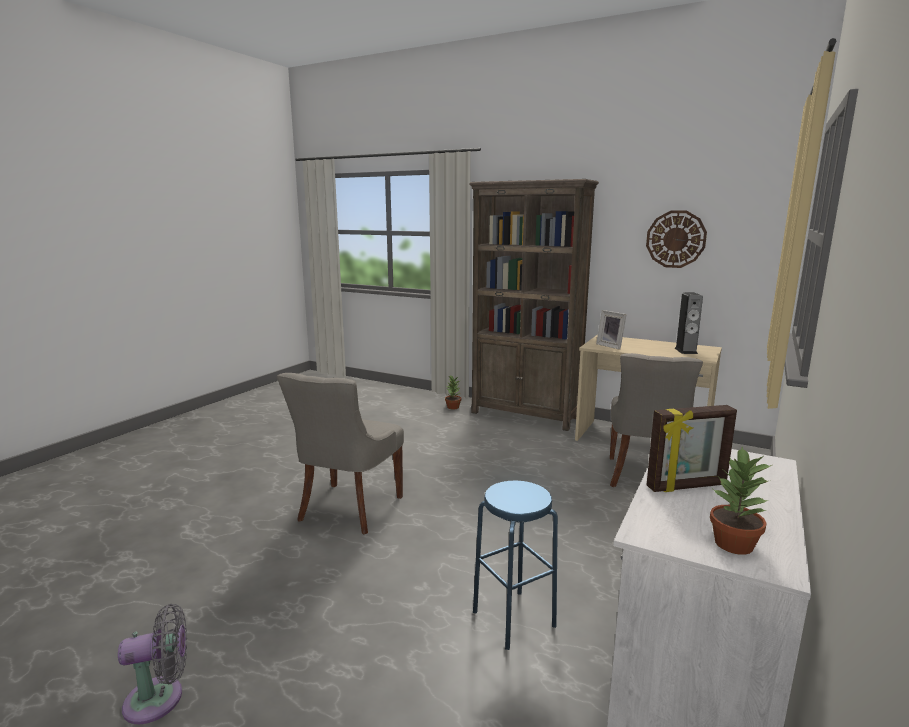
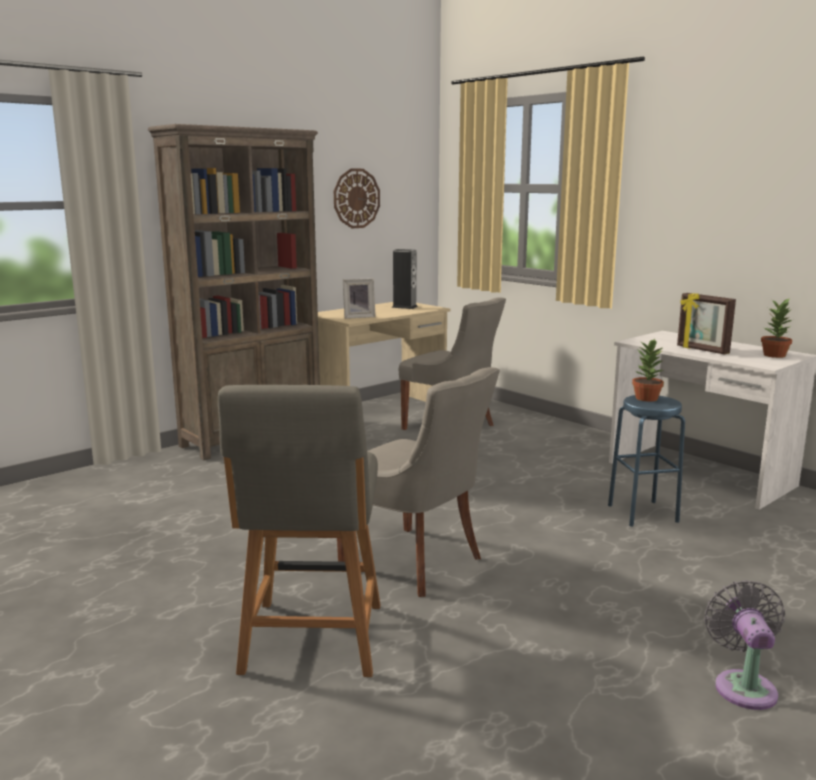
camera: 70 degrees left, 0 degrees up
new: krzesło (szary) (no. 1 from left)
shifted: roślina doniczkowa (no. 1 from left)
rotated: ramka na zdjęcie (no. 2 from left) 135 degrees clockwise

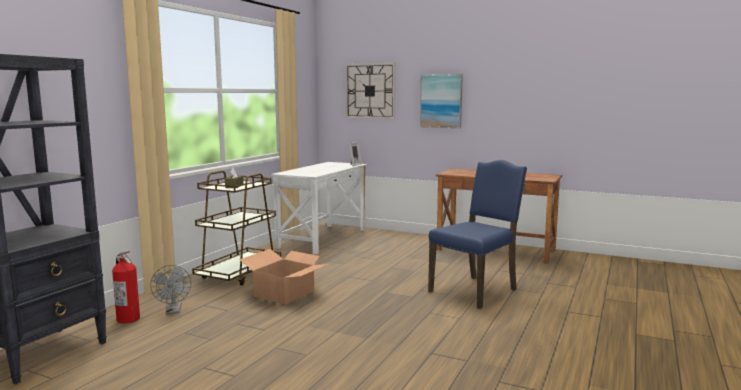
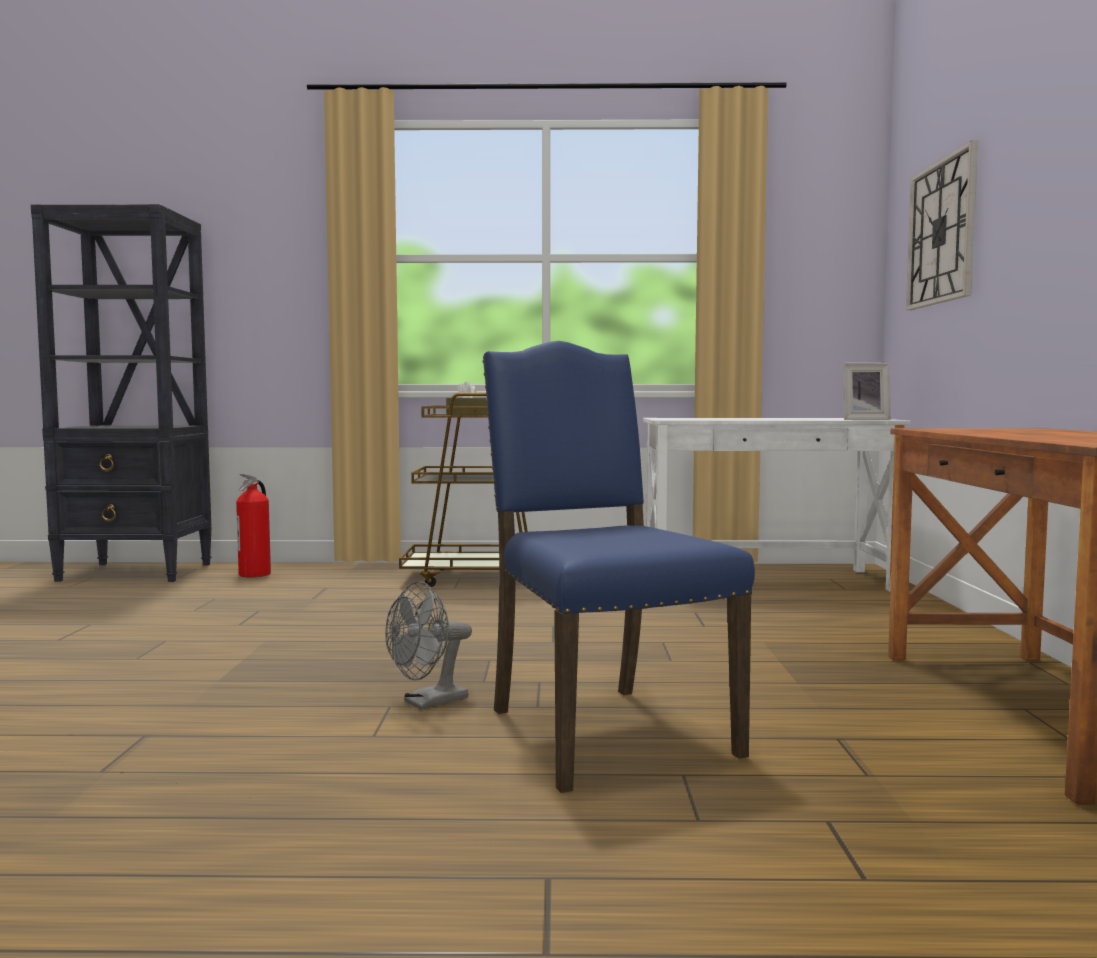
camera: 65 degrees right, 5 degrees down
gone: obraz; karton
shifted: wentylator (szary)
rotated: krzesło (niebieski) 135 degrees counterclockwise

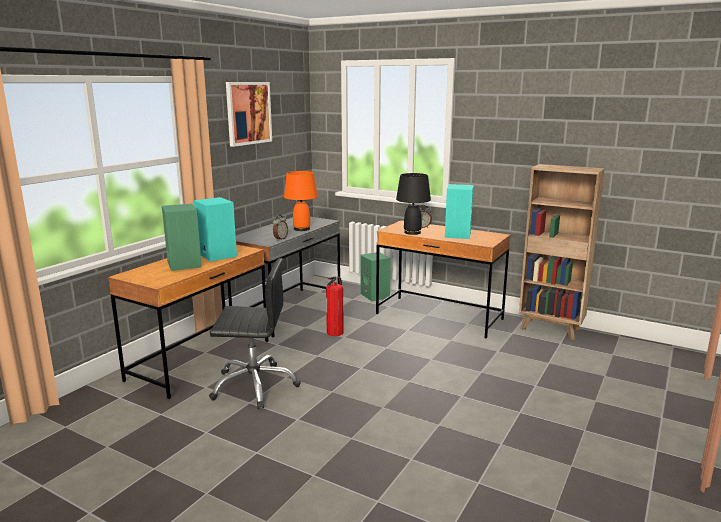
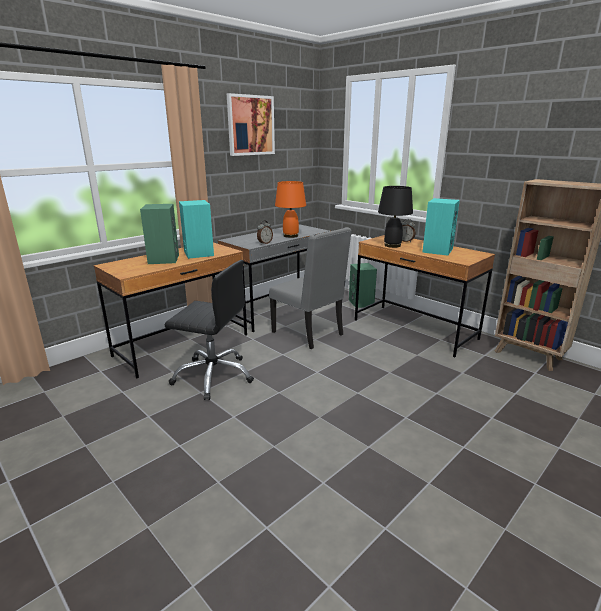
camera: 15 degrees right, 5 degrees up
swapped: gaśnica to krzesło (szary)

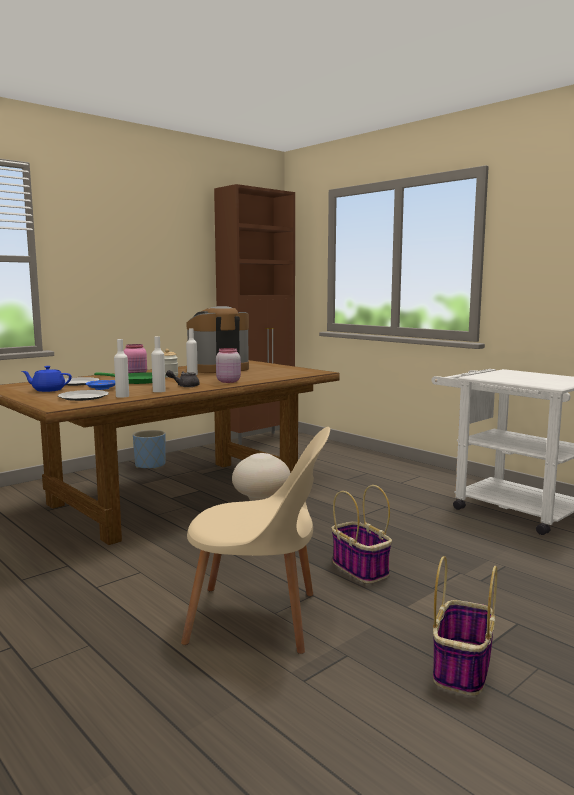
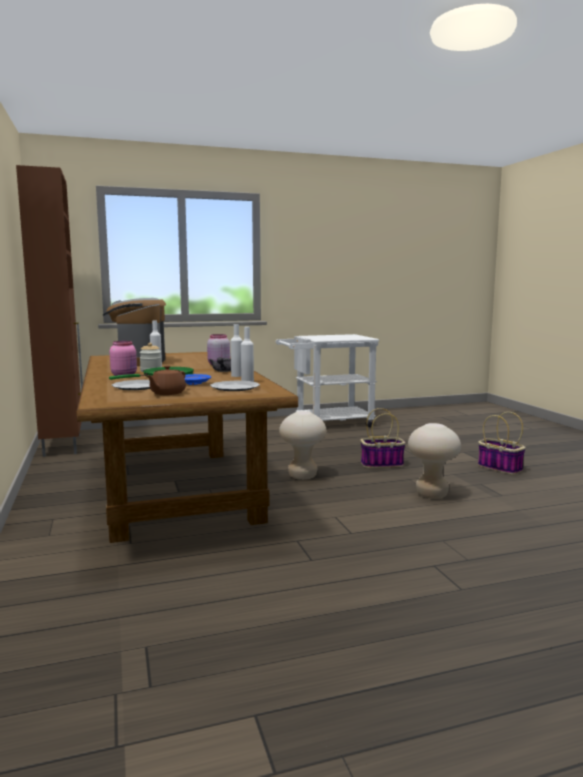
camera: 65 degrees left, 0 degrees up
gone: donica (niebieski)
swapped: krzesło (beżowy) to stołek (beżowy) (no. 2 from left)
repainted: imbryk (niebieski) to imbryk (brązowy)

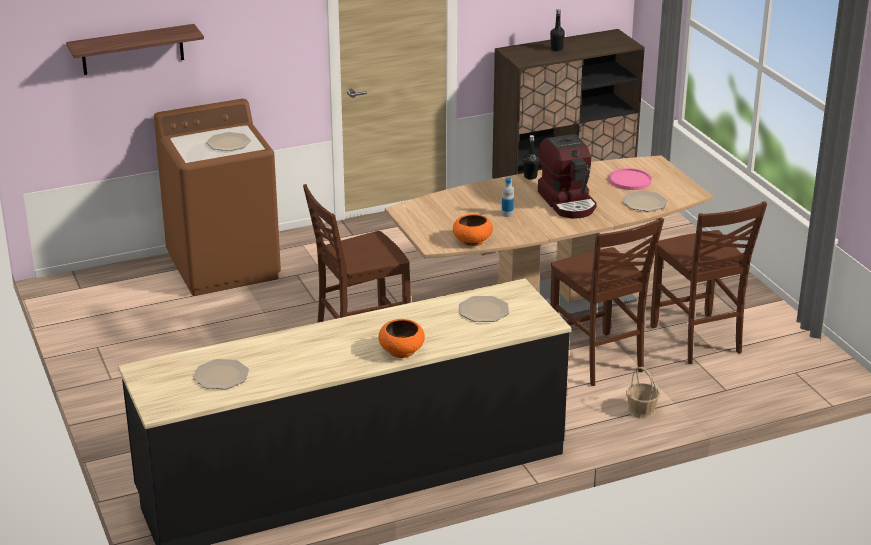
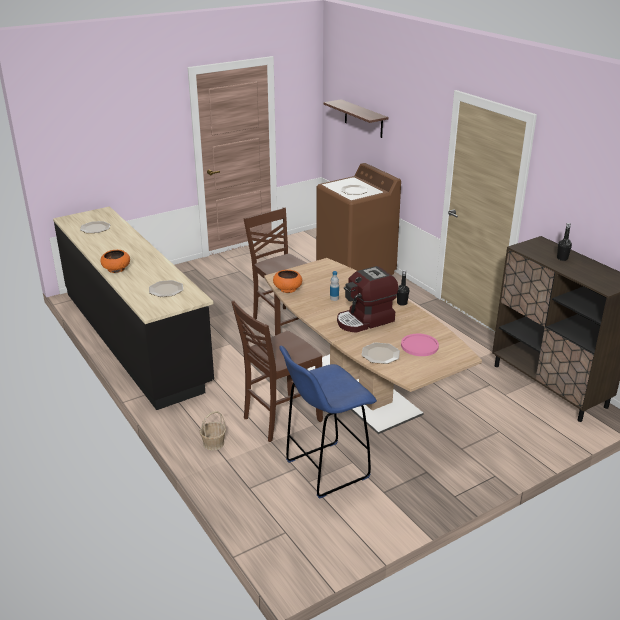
camera: 80 degrees right, 0 degrees up
swapped: krzesło (brązowy) (no. 3 from left) to stołek (niebieski)

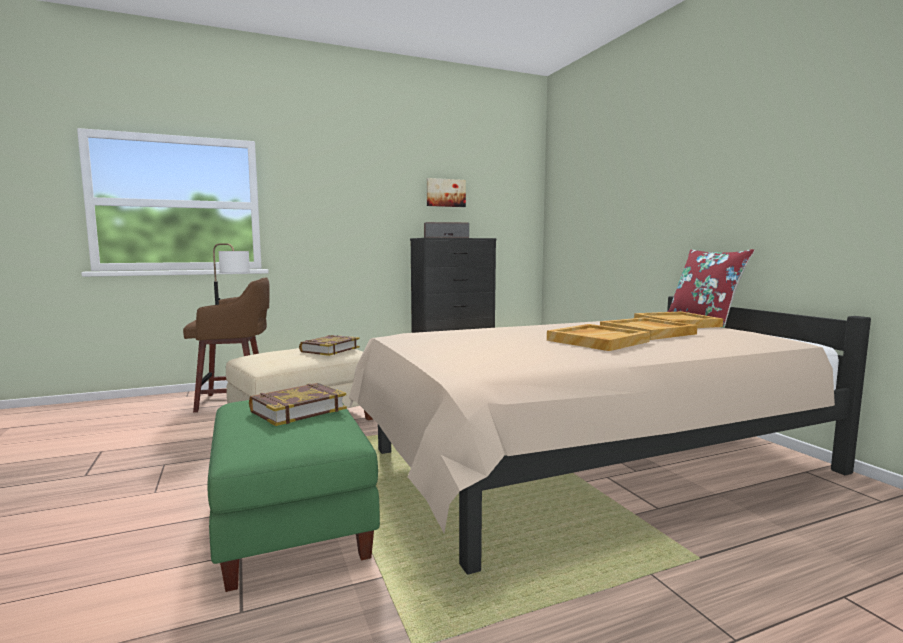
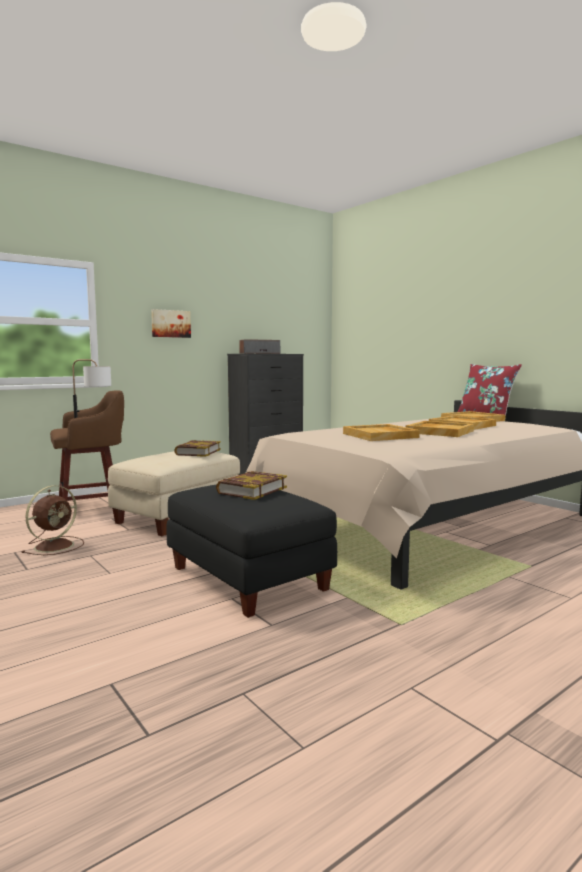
camera: 15 degrees left, 0 degrees up
new: taca (beżowy) (no. 1 from left); wentylator (brązowy)
shifted: obraz
repainted: pufa (zielony) to pufa (czarny)

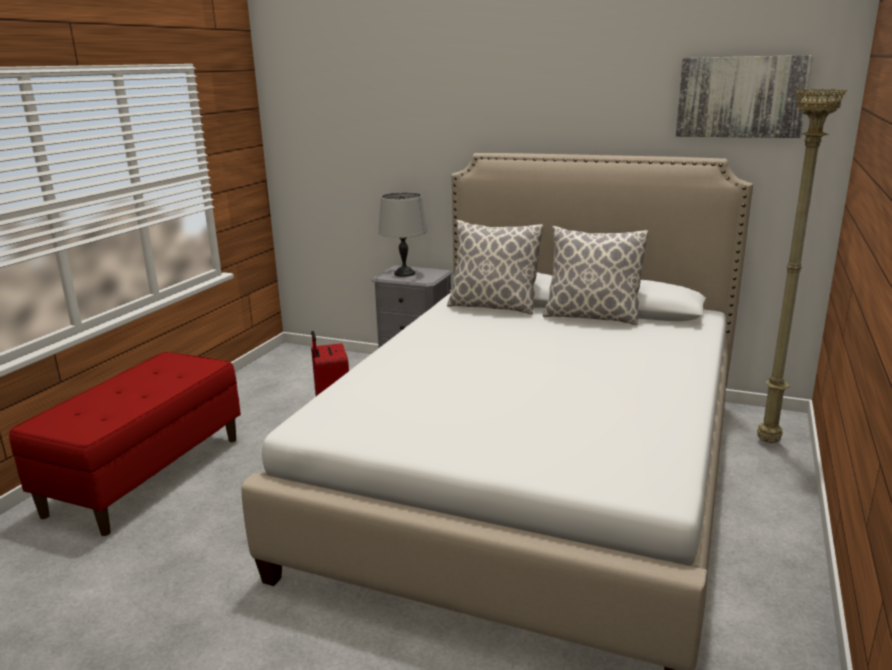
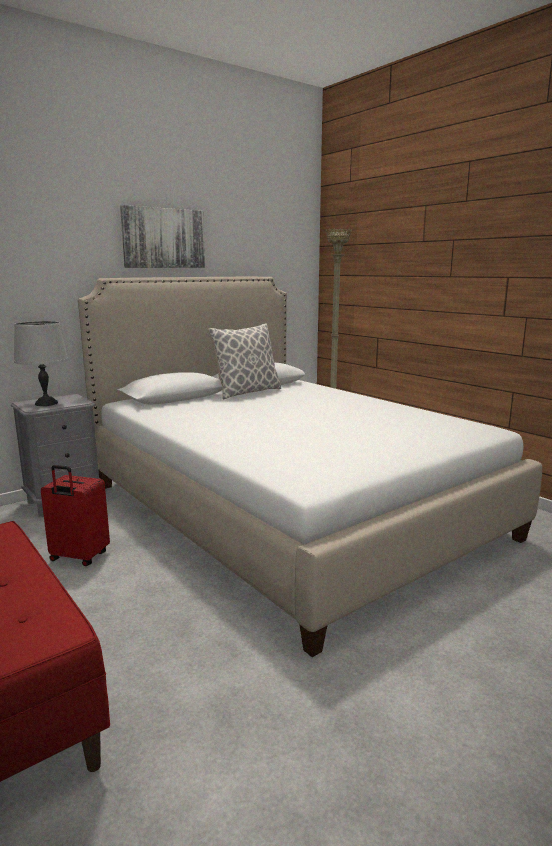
camera: 60 degrees left, 5 degrees down
gone: poduszka (no. 1 from left)
shifted: obraz

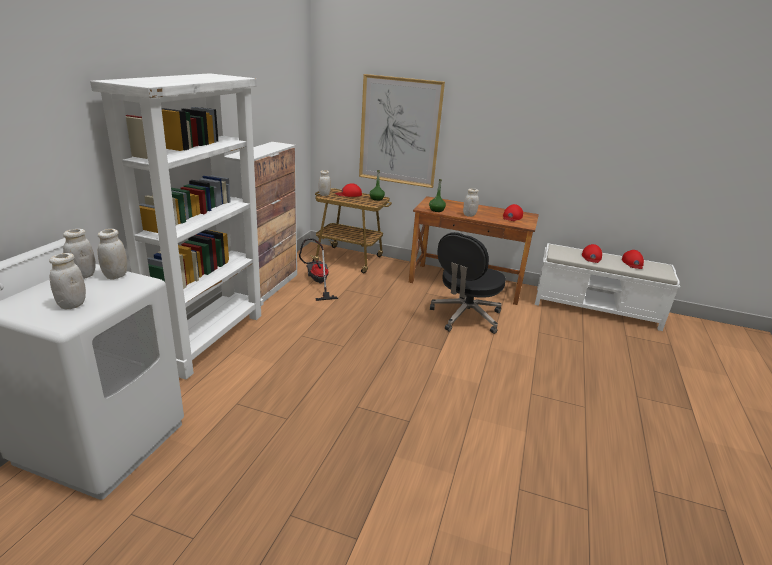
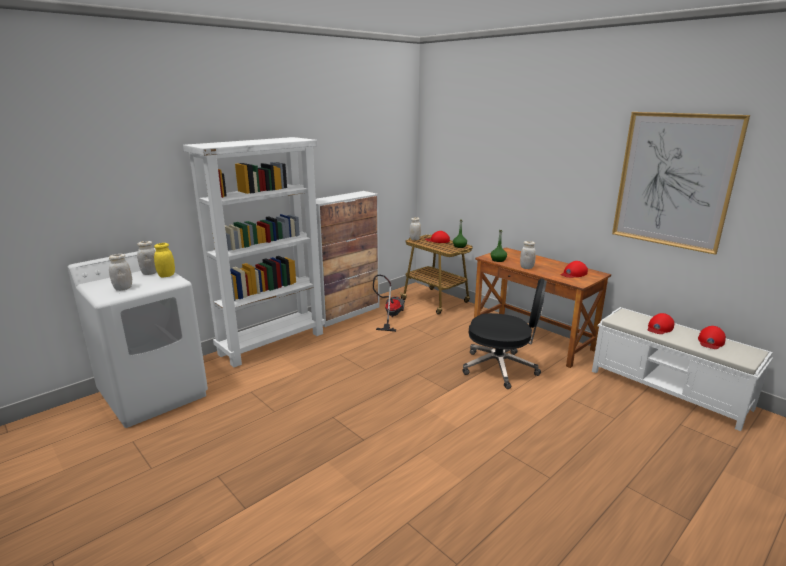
camera: 30 degrees right, 5 degrees down
shifted: obraz
repainted: słoik (biały) (no. 3 from left) to słoik (żółty)
rotated: krzesło biurowe (czarny) 135 degrees counterclockwise

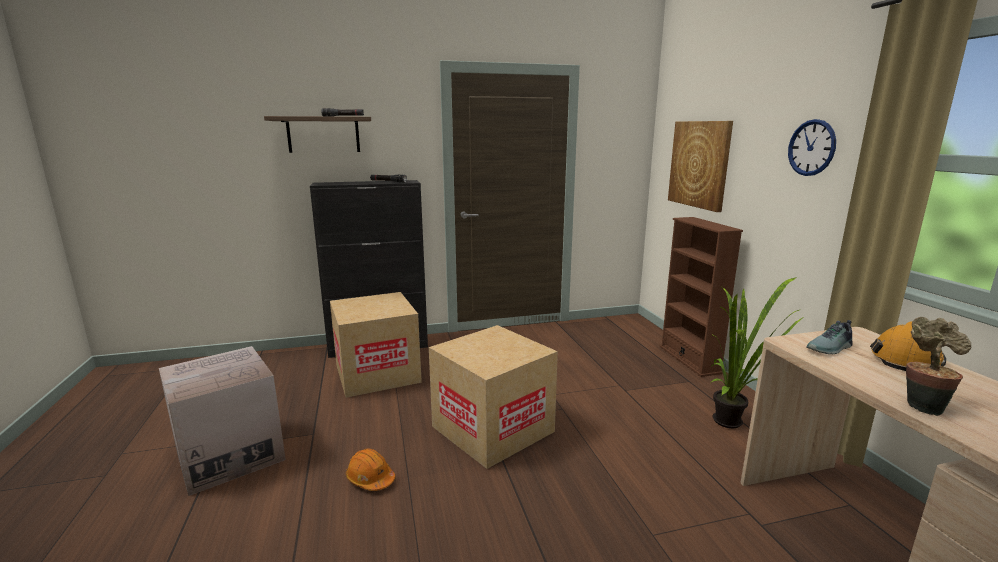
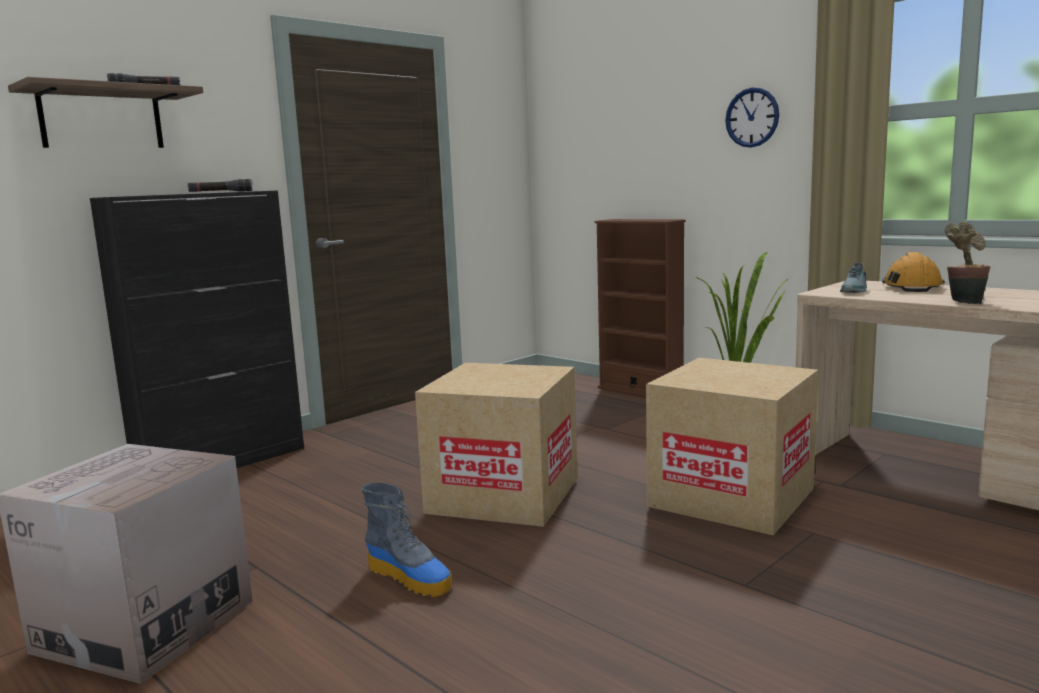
camera: 30 degrees left, 5 degrees down
gone: obraz
shifted: karton (no. 2 from left in the first image) to karton (no. 3 from left)
swapped: kask (pomarańczowy) (no. 1 from left) to but z cholewką

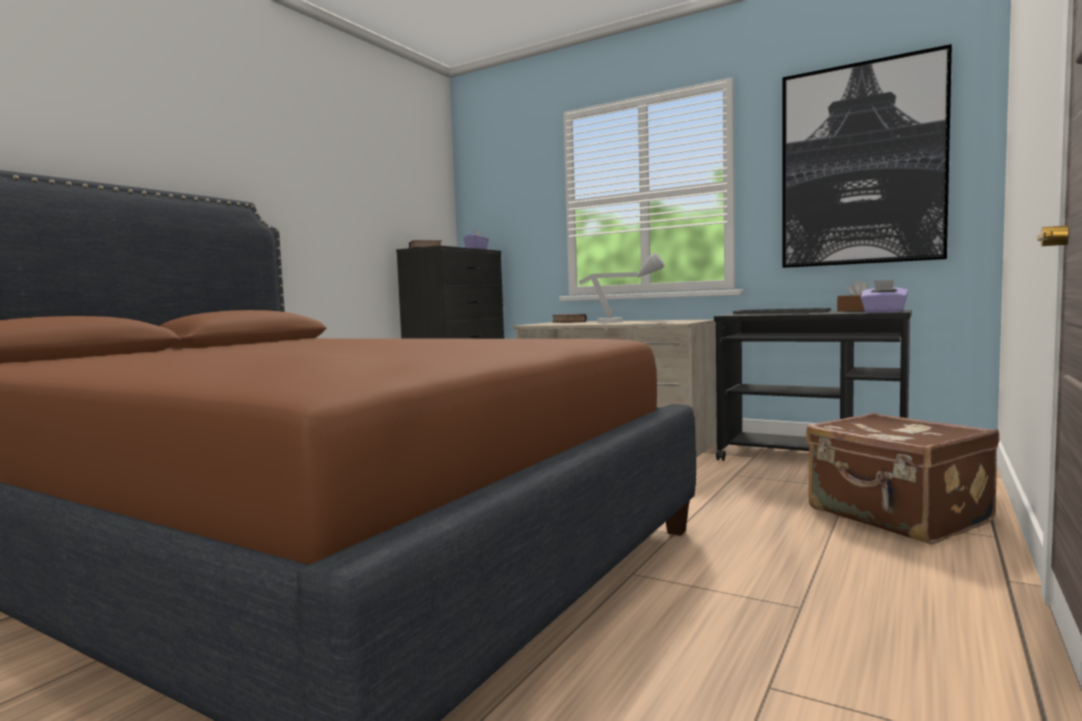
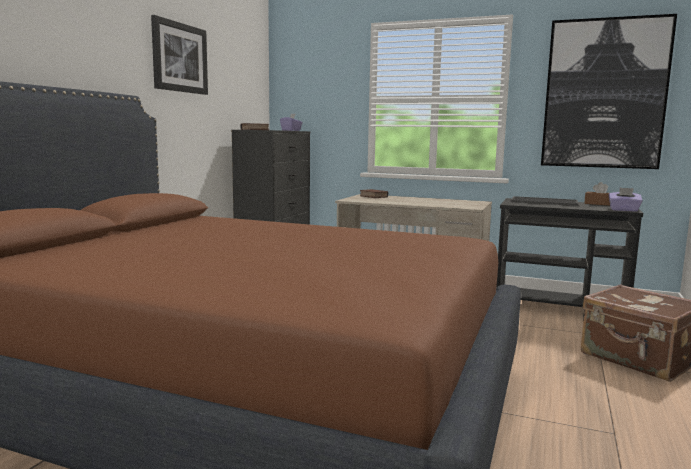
camera: 10 degrees left, 5 degrees up
gone: lampa stołowa (szary)
new: obraz (no. 1 from left)

